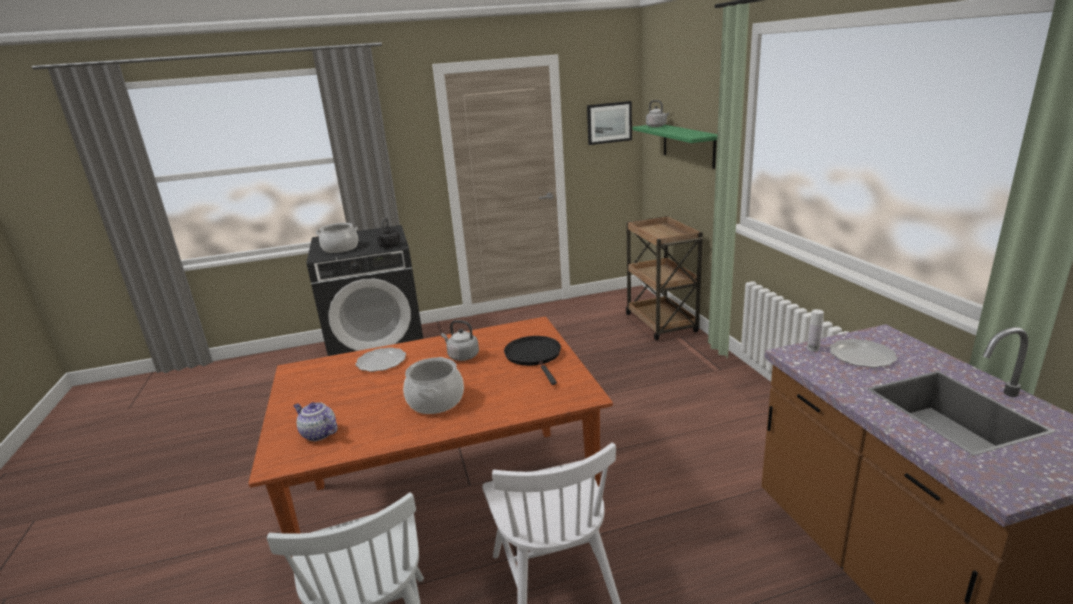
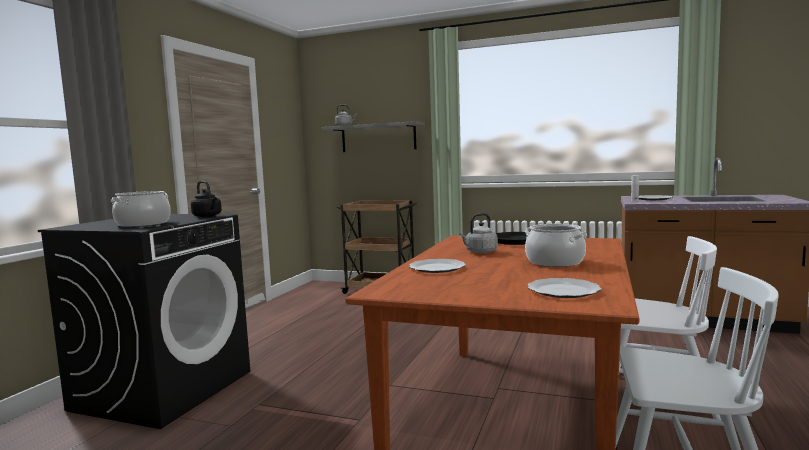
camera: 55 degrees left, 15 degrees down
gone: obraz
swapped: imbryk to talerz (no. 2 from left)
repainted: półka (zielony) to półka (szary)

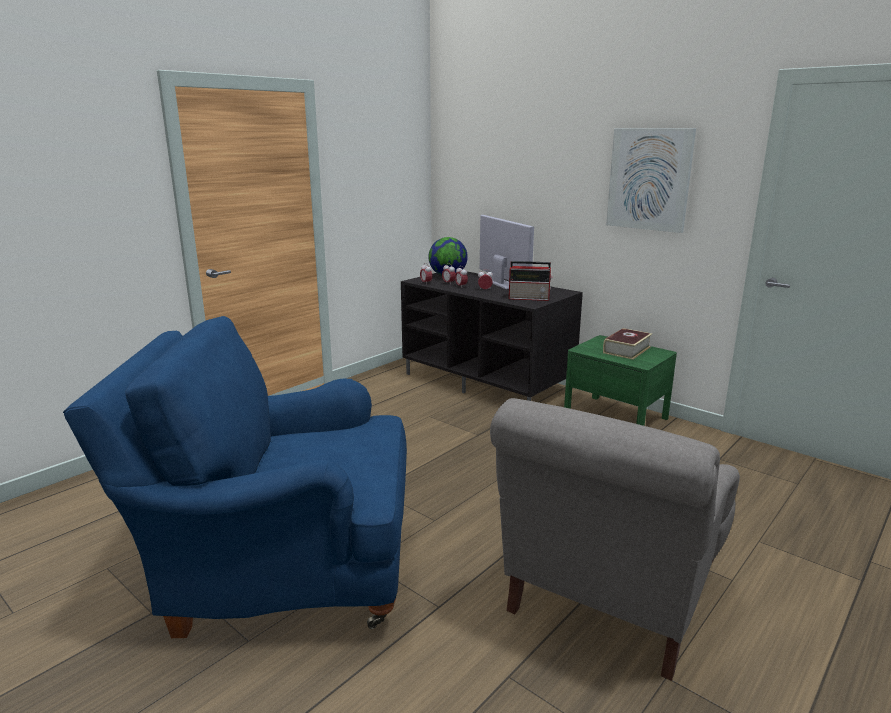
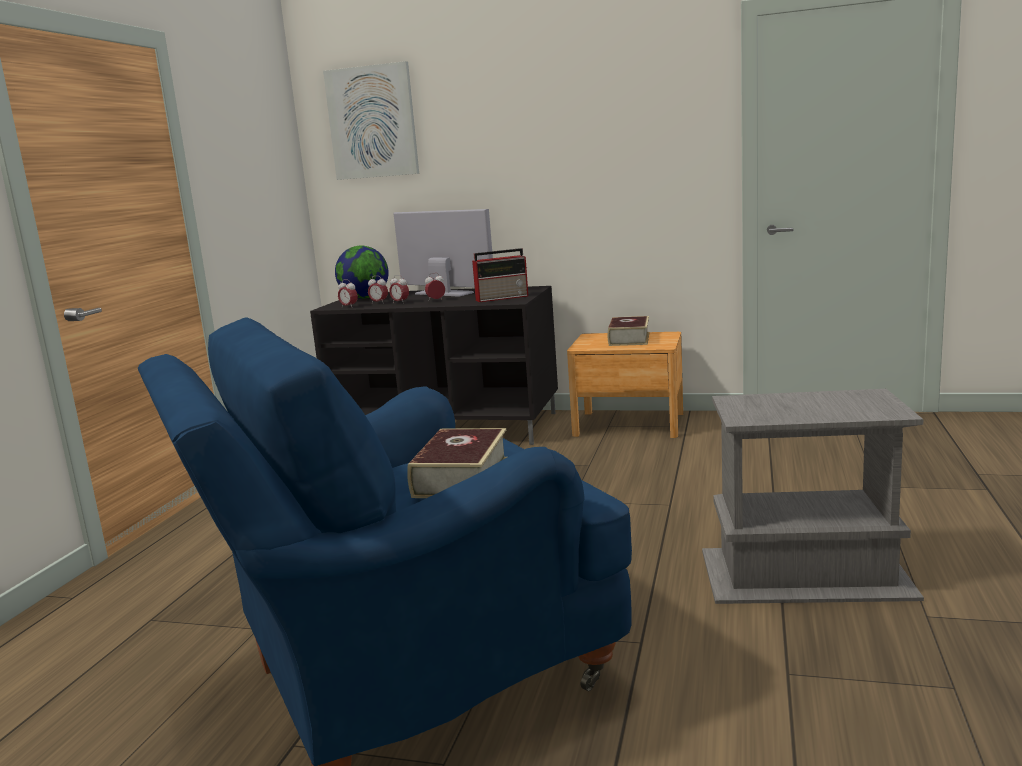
camera: 25 degrees left, 5 degrees down
new: książka (no. 1 from left)
shifted: obraz
swapped: fotel (szary) to stolik (szary)
repainted: szafka nocna (zielony) to szafka nocna (brązowy)

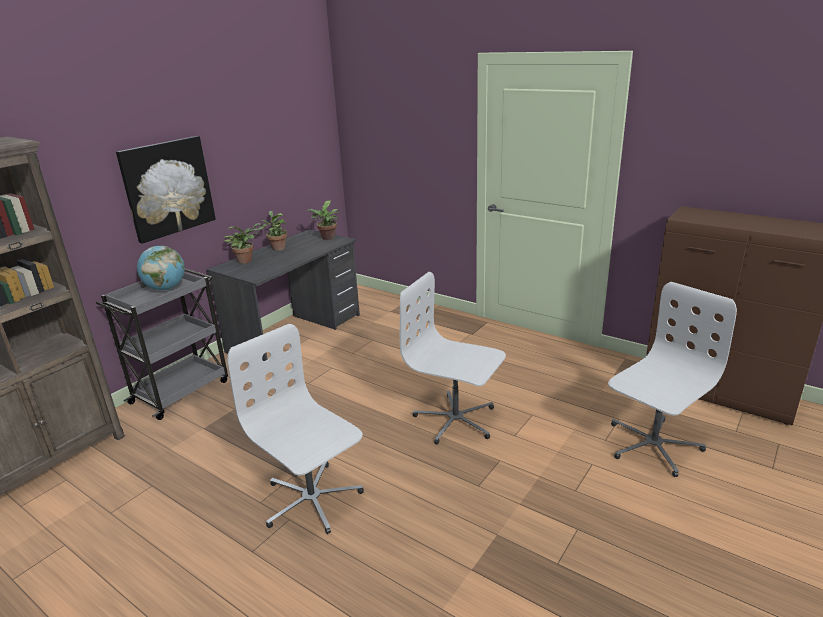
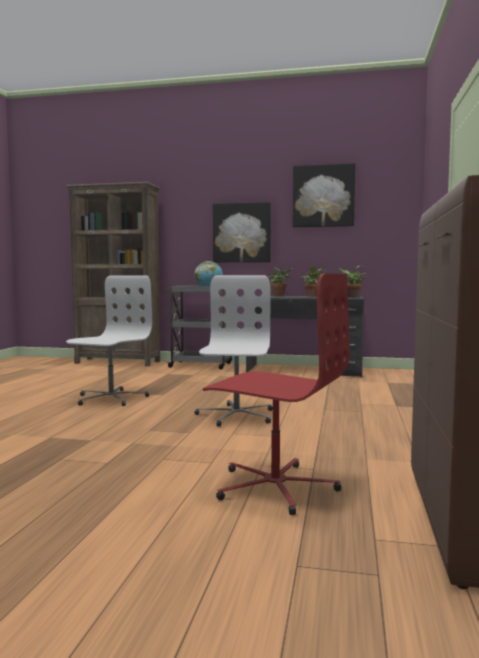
camera: 65 degrees right, 20 degrees down
new: obraz (no. 2 from left)
repainted: krzesło biurowe (biały) (no. 3 from left) to krzesło biurowe (czerwony)

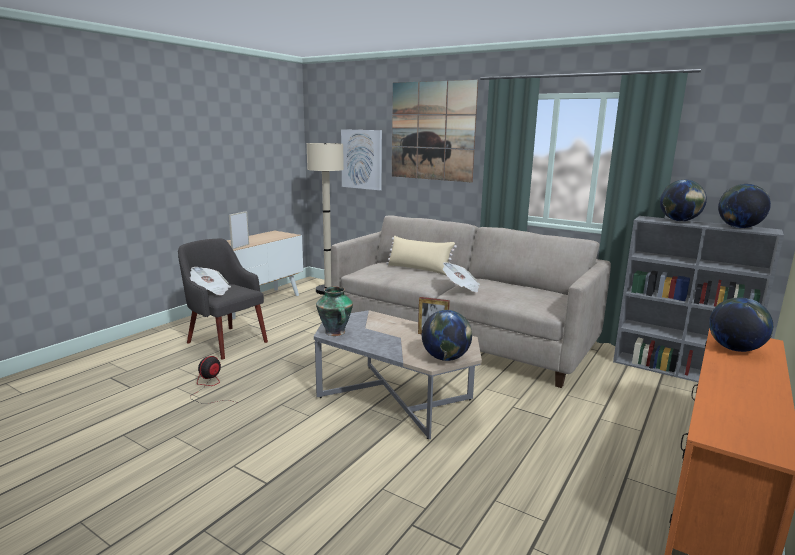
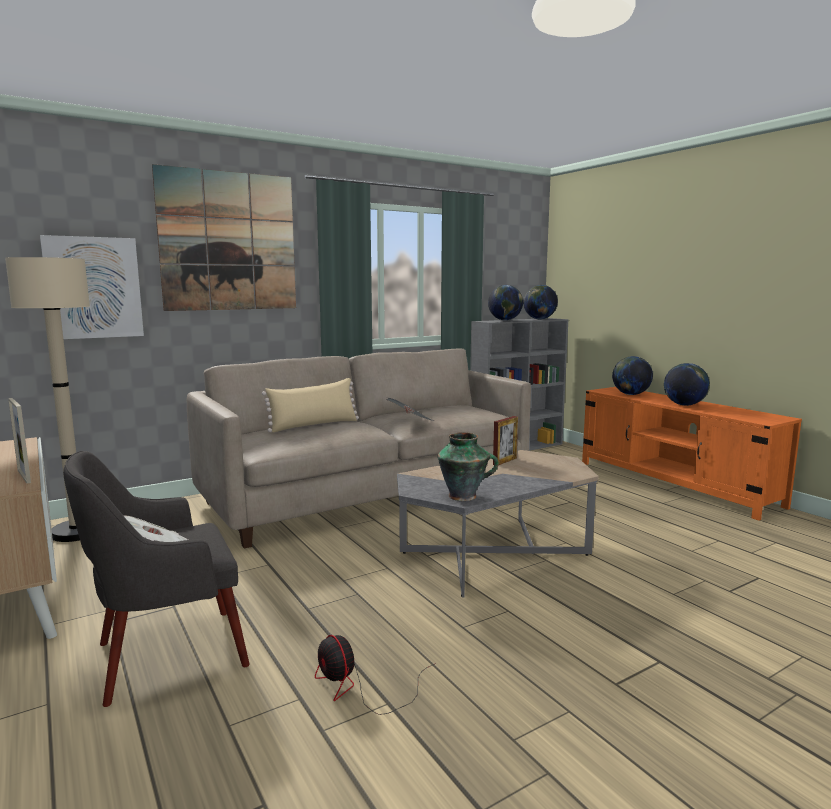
camera: 65 degrees left, 5 degrees down
shifted: globus (no. 1 from left in the first image) to globus (no. 4 from left)

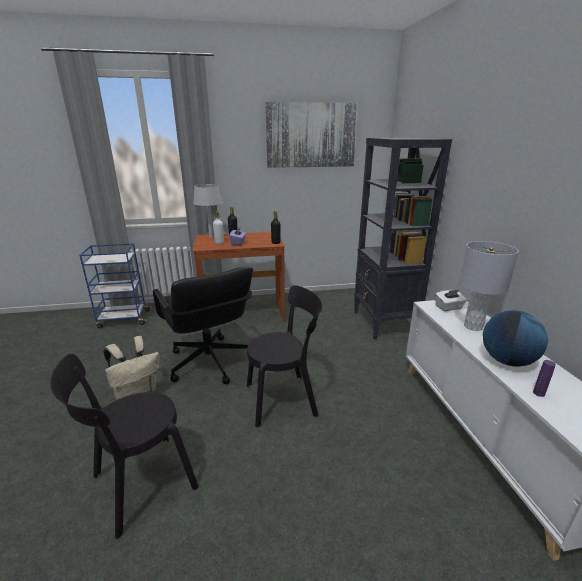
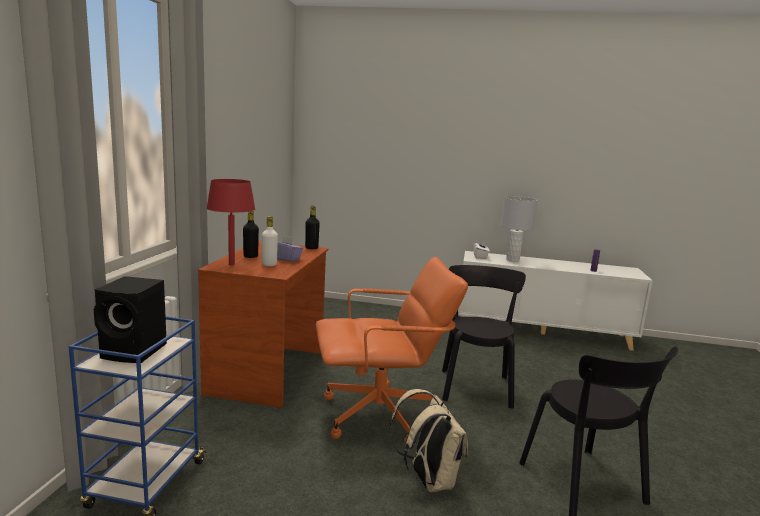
camera: 70 degrees left, 10 degrees down
gone: obraz; regał (czarny); globus
new: głośnik (czarny)
repainted: lampa stołowa (szary) (no. 1 from left) to lampa stołowa (czerwony); krzesło biurowe (czarny) to krzesło biurowe (pomarańczowy)

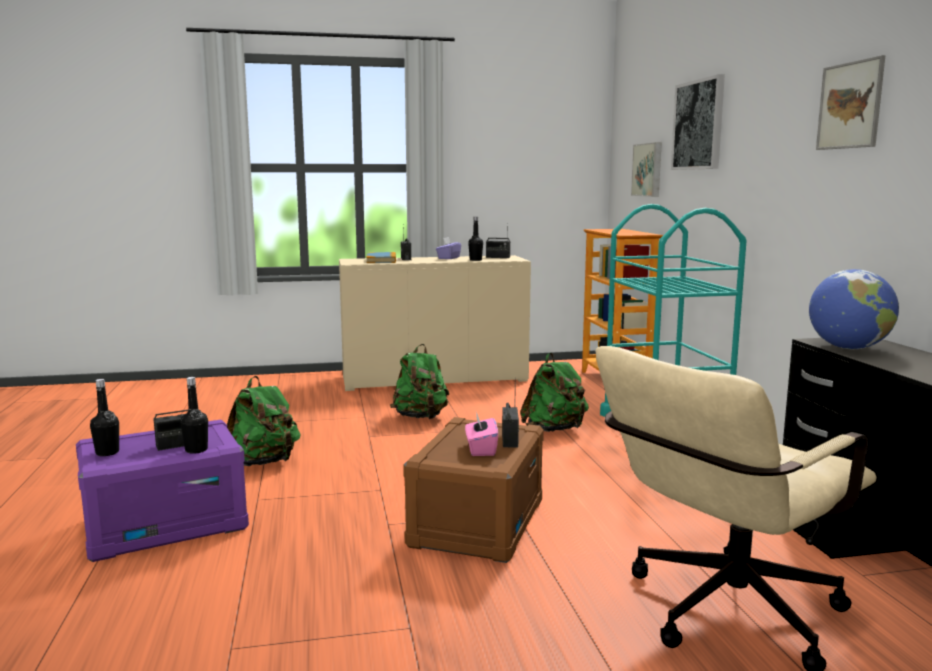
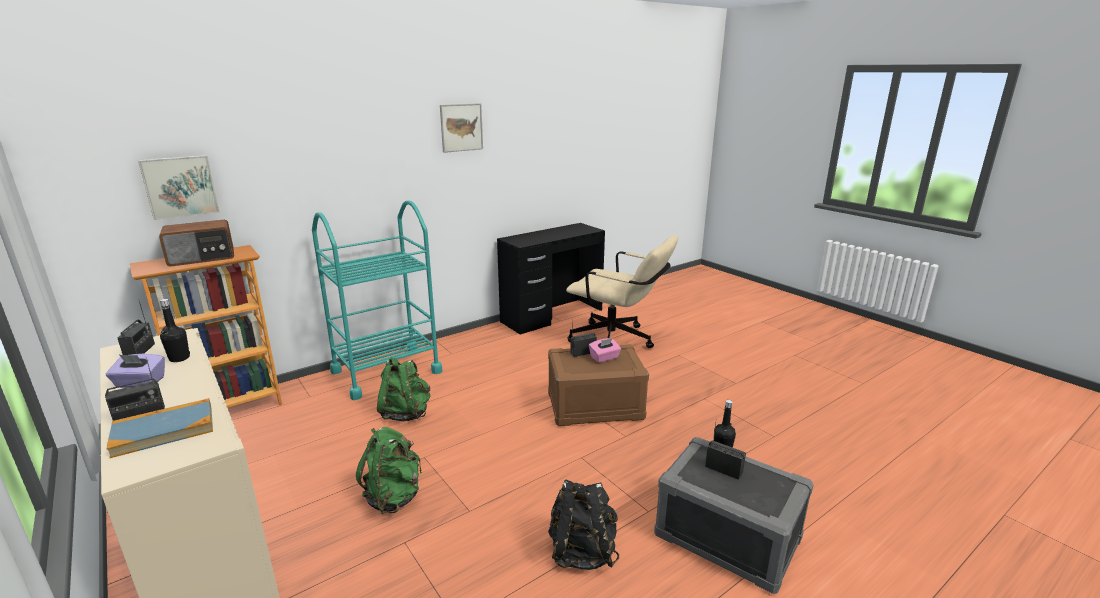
camera: 115 degrees left, 10 degrees up
gone: obraz (no. 2 from left); globus; butelka (czarny) (no. 1 from left)
new: radio (no. 3 from left)
repainted: plecak (zielony) (no. 1 from left) to plecak (czarny); pojemnik do przechowywania (fioletowy) to pojemnik do przechowywania (szary)

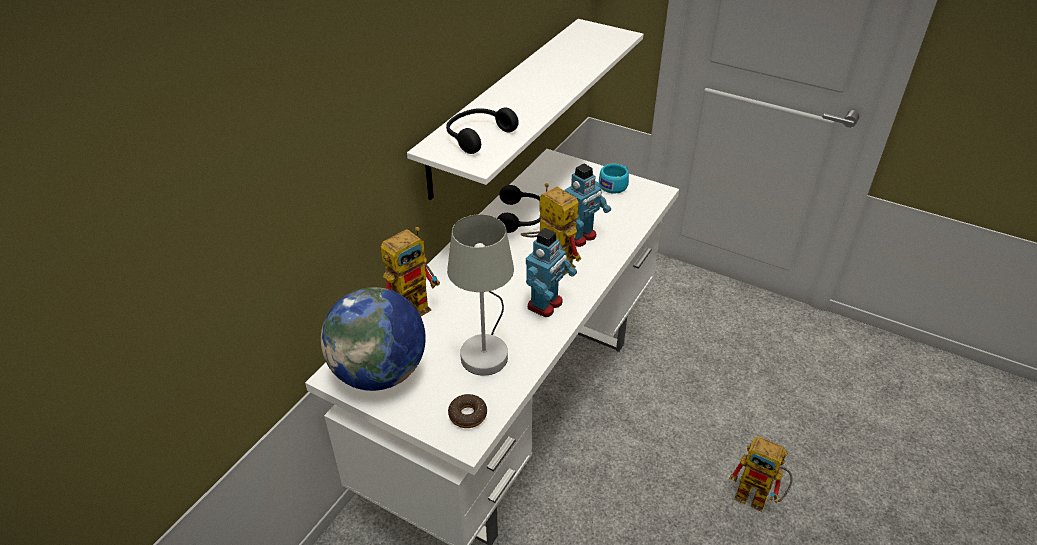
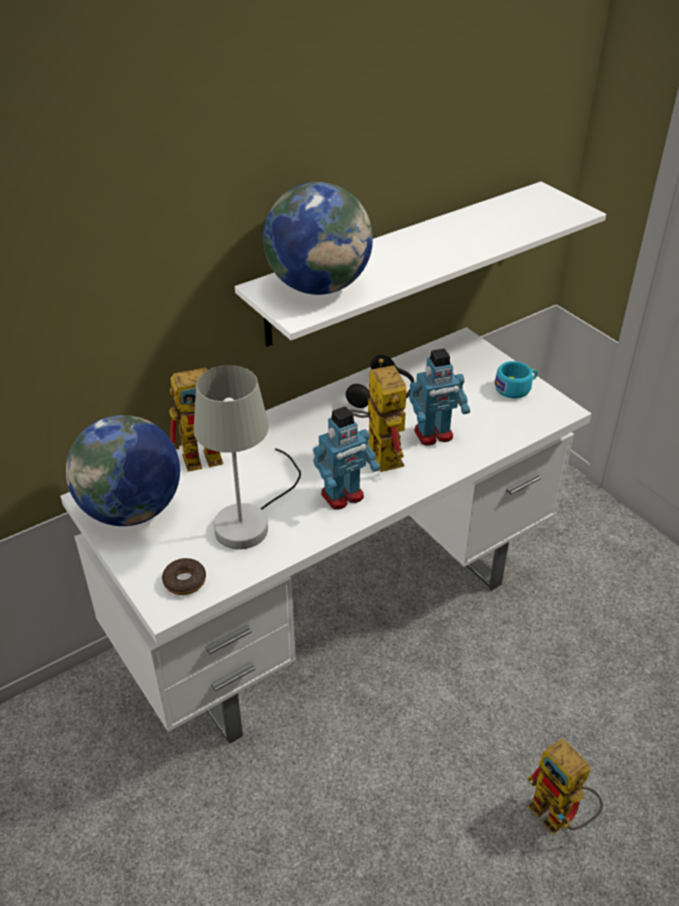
camera: 25 degrees right, 0 degrees up
swapped: słuchawki (czarny) (no. 1 from left) to globus (no. 2 from left)

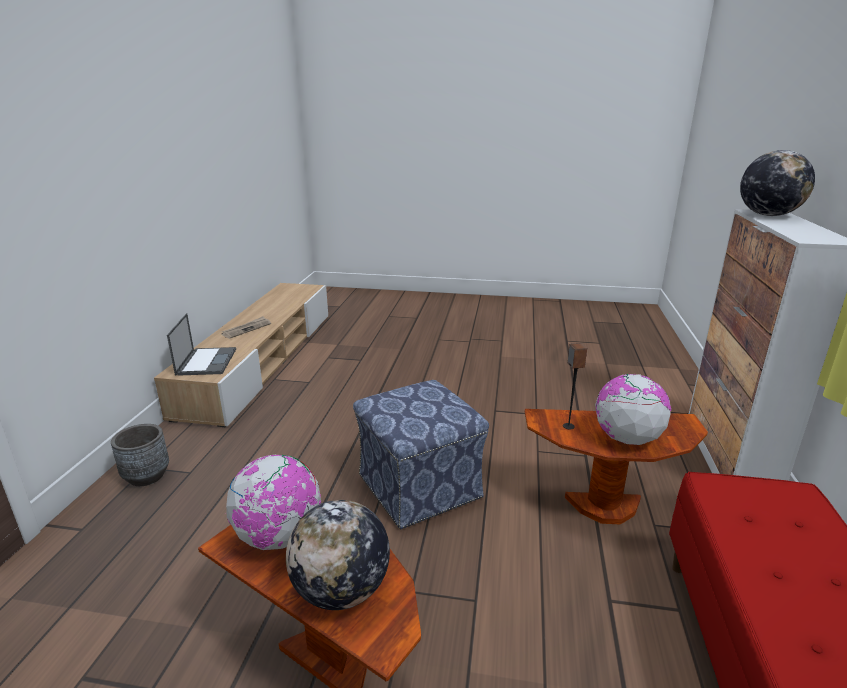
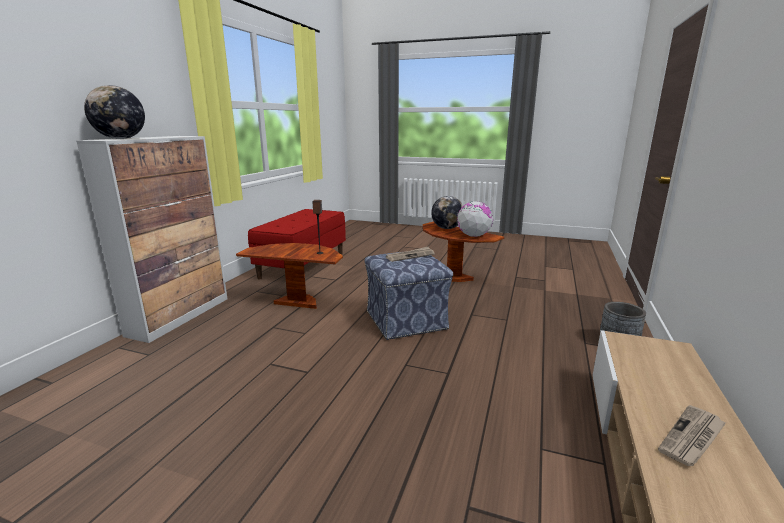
camera: 170 degrees left, 5 degrees down
gone: laptop; globus (no. 3 from left)
new: gazeta (no. 1 from left)

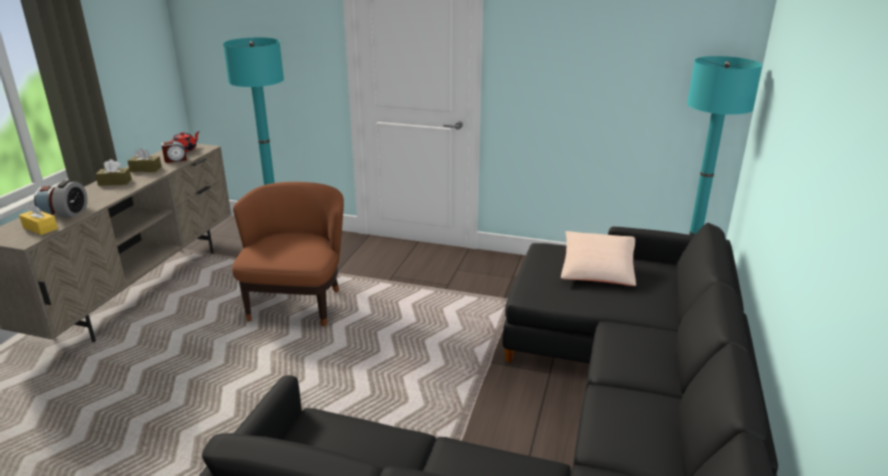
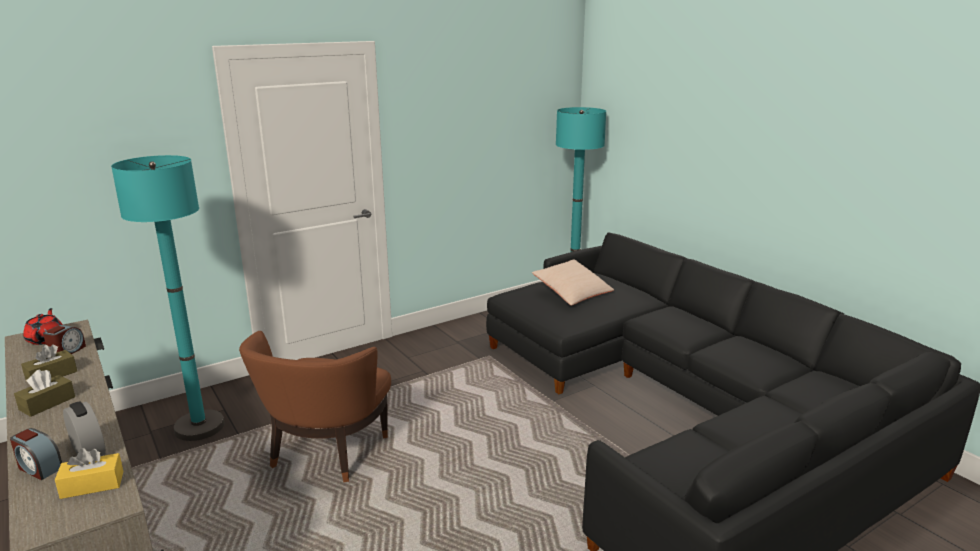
camera: 50 degrees left, 5 degrees down
rotated: fotel (brązowy) 120 degrees counterclockwise

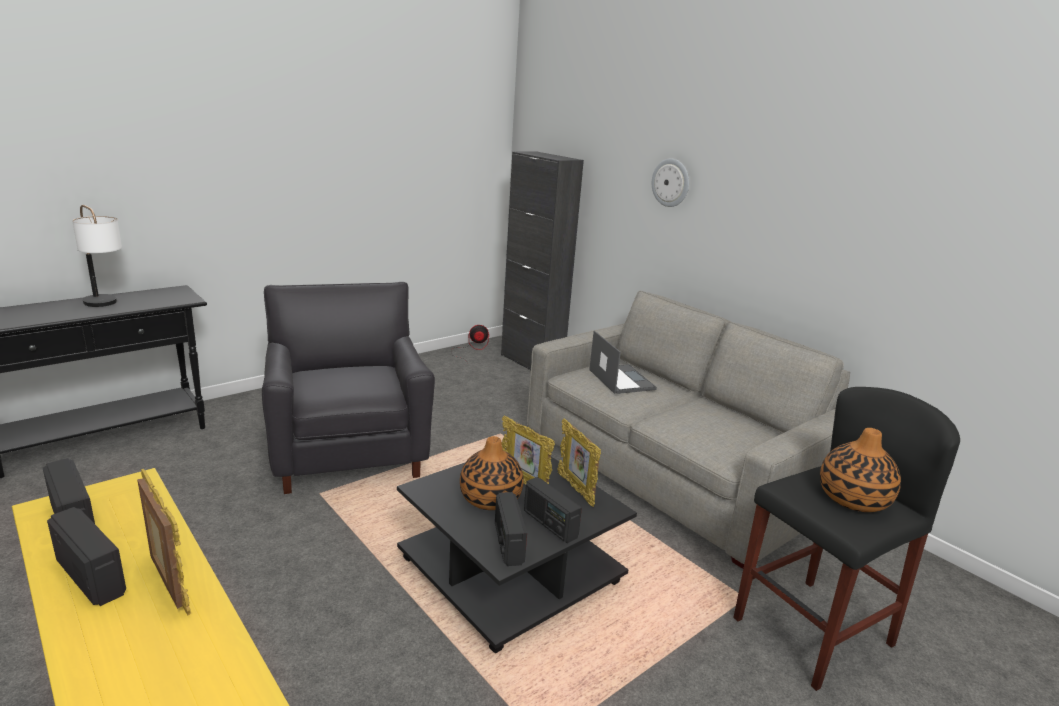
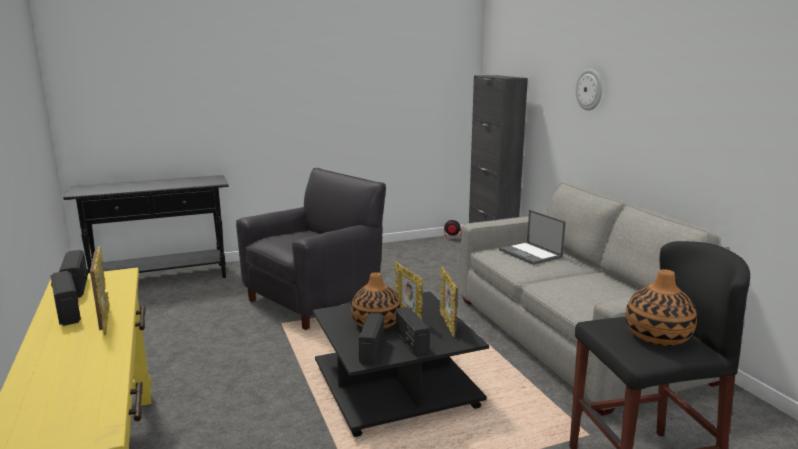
camera: 20 degrees right, 5 degrees down
gone: lampa stołowa
rotated: fotel (czarny) 45 degrees clockwise; laptop 150 degrees clockwise

